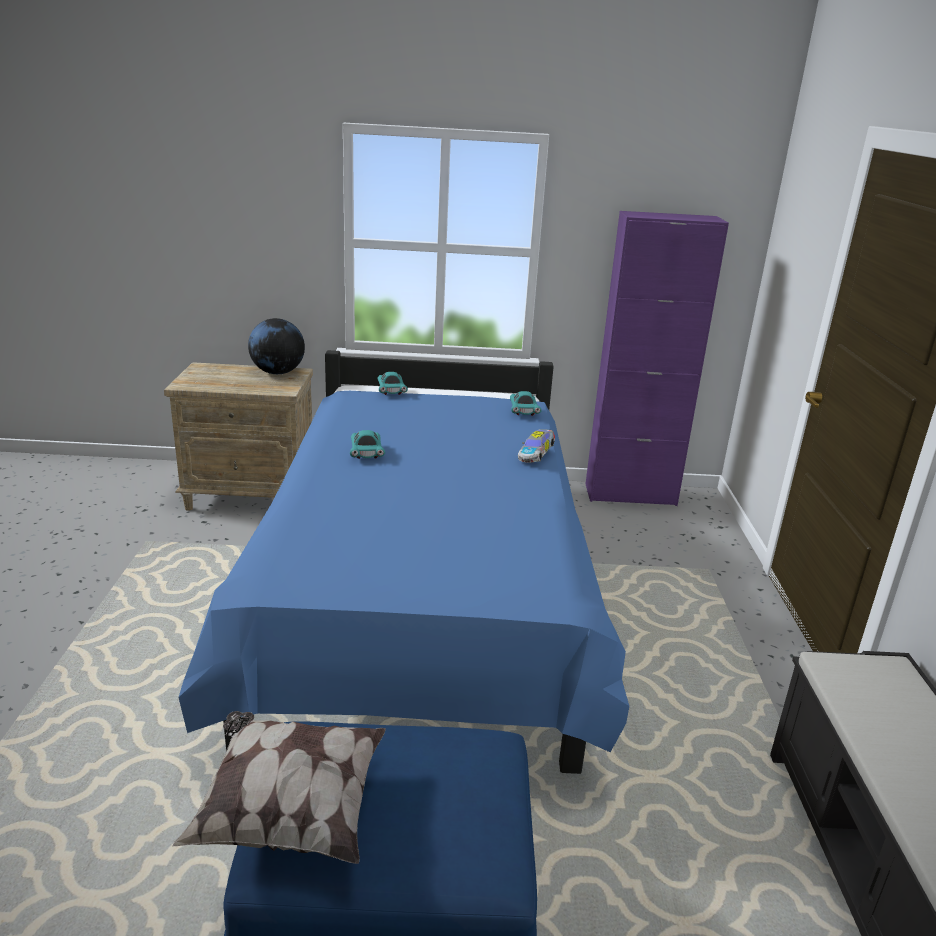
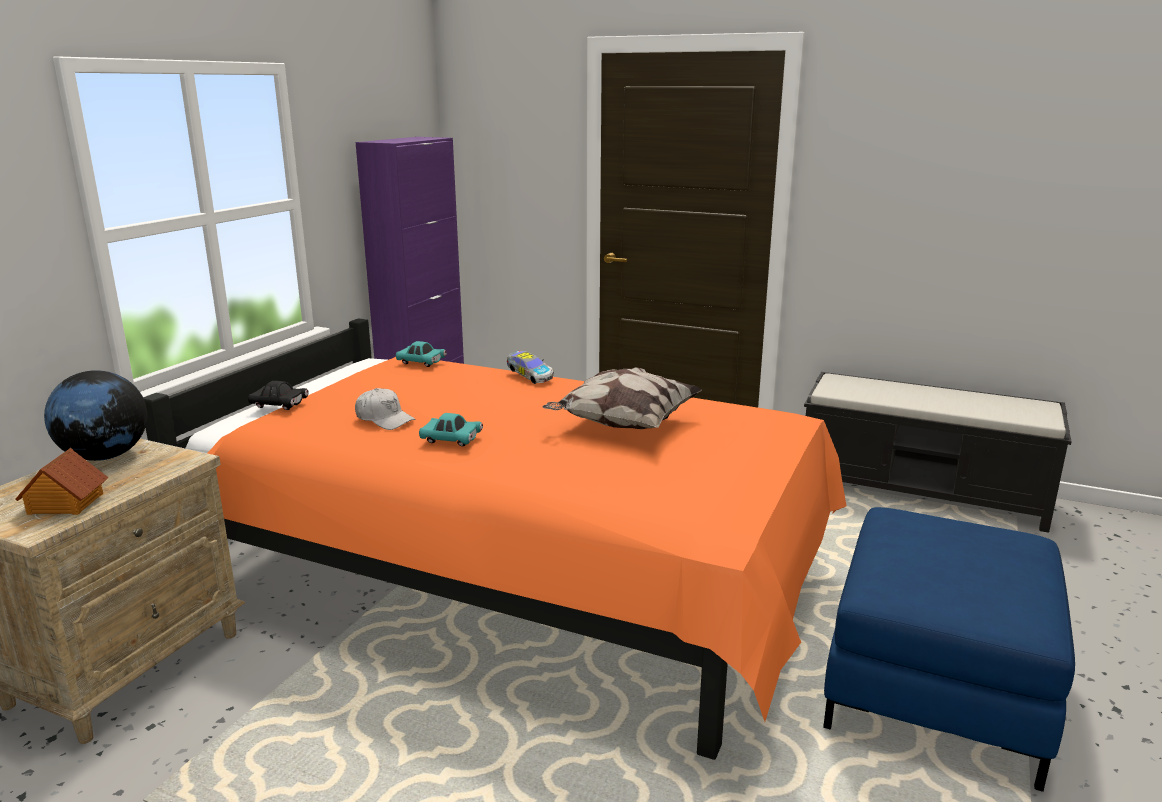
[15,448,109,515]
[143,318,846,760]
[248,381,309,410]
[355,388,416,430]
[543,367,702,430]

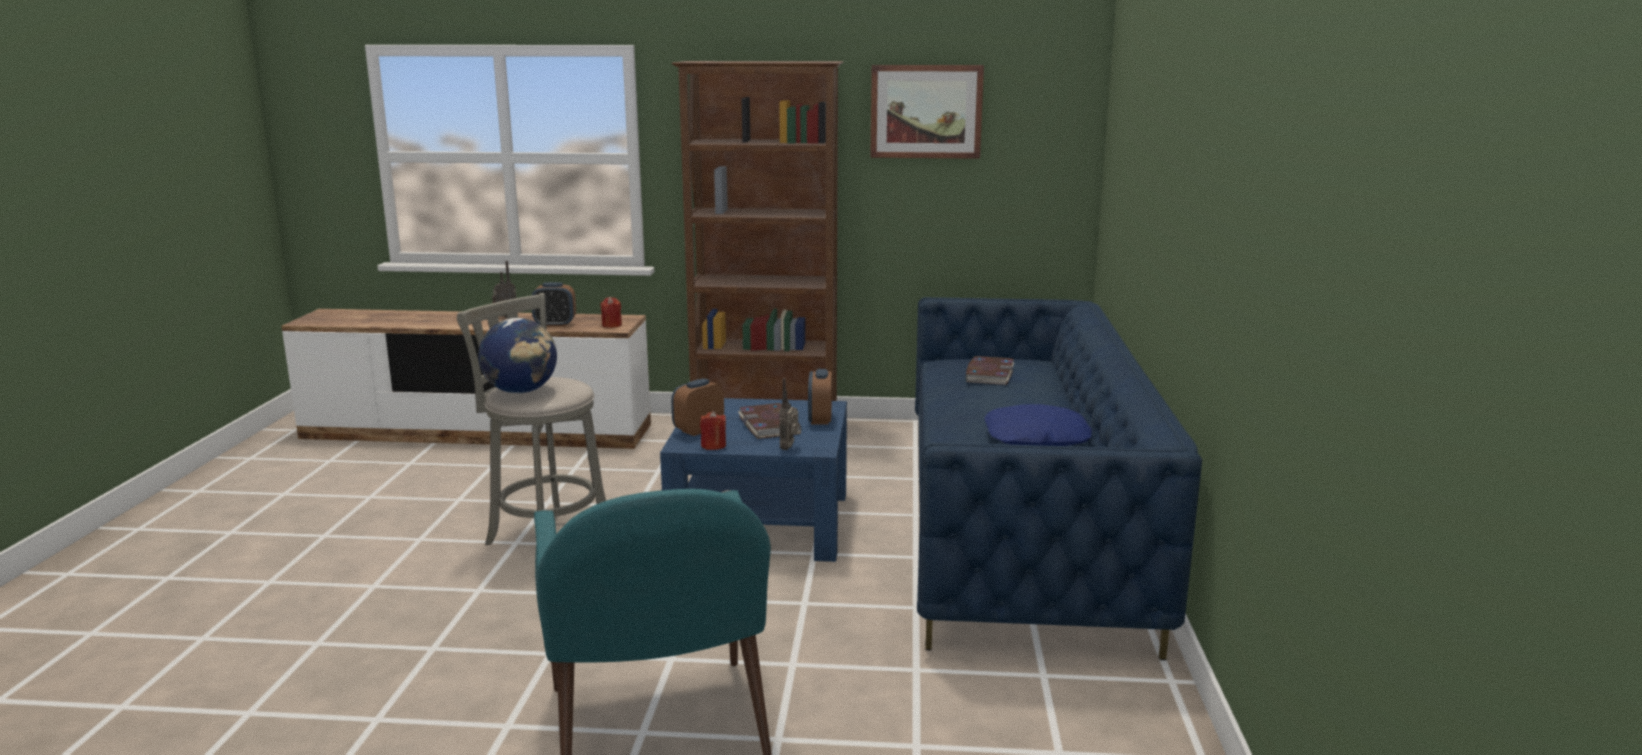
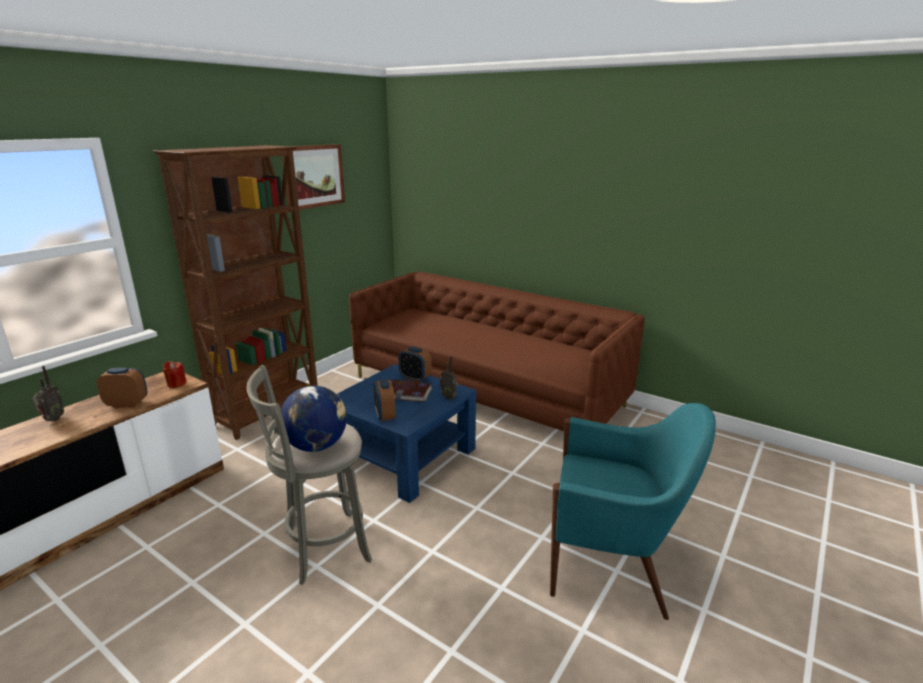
[97,368,147,408]
[349,272,645,431]
[700,411,726,450] (first image)
[966,356,1014,385] (first image)
[984,404,1092,446] (first image)

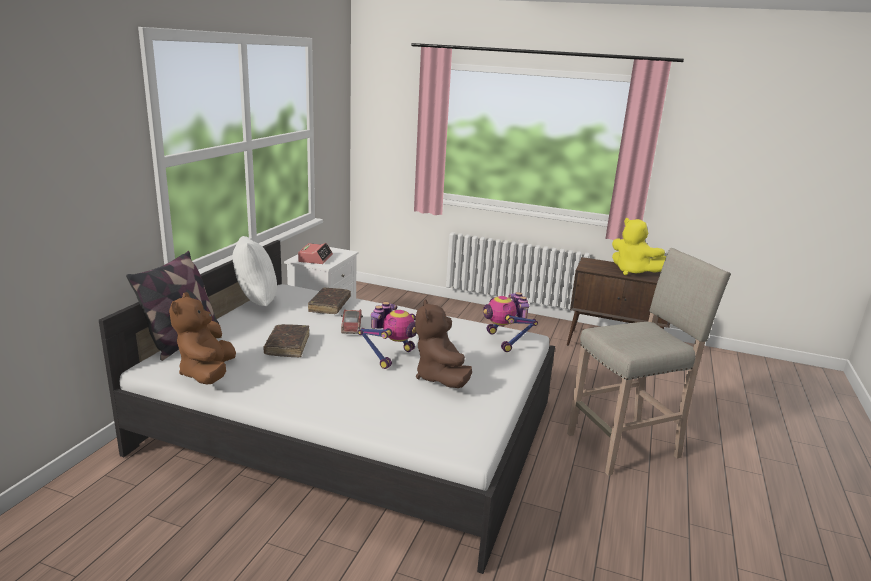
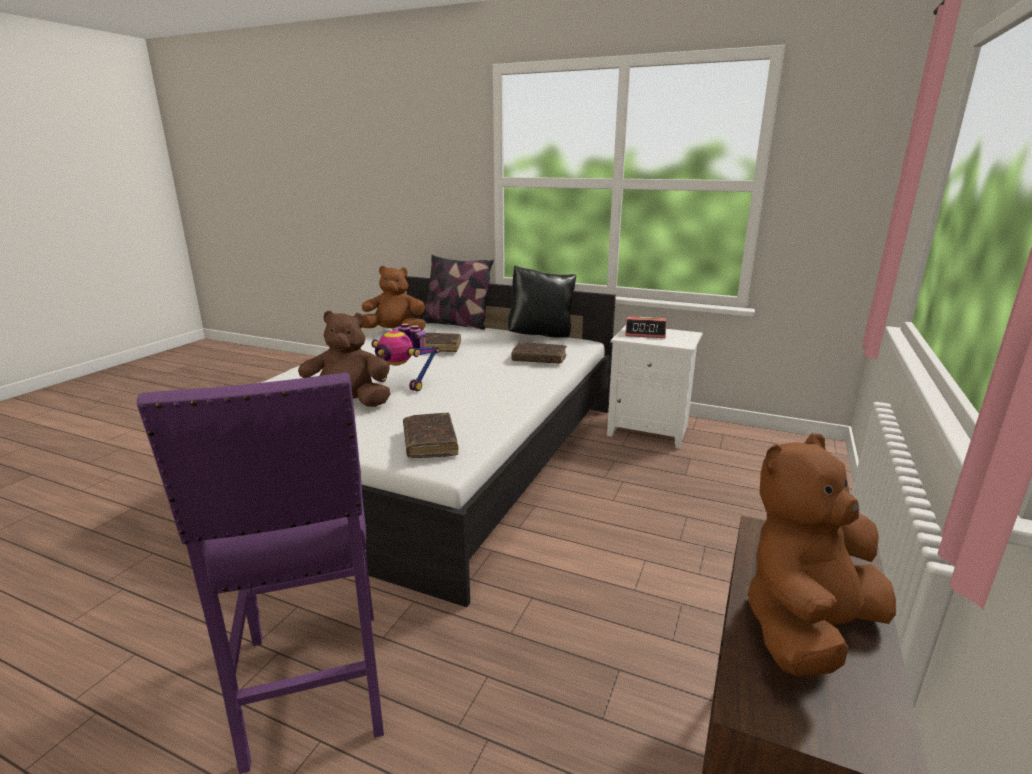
[137,373,384,774]
[403,413,459,458]
[508,265,576,338]
[747,433,896,676]
[341,309,363,334] (first image)

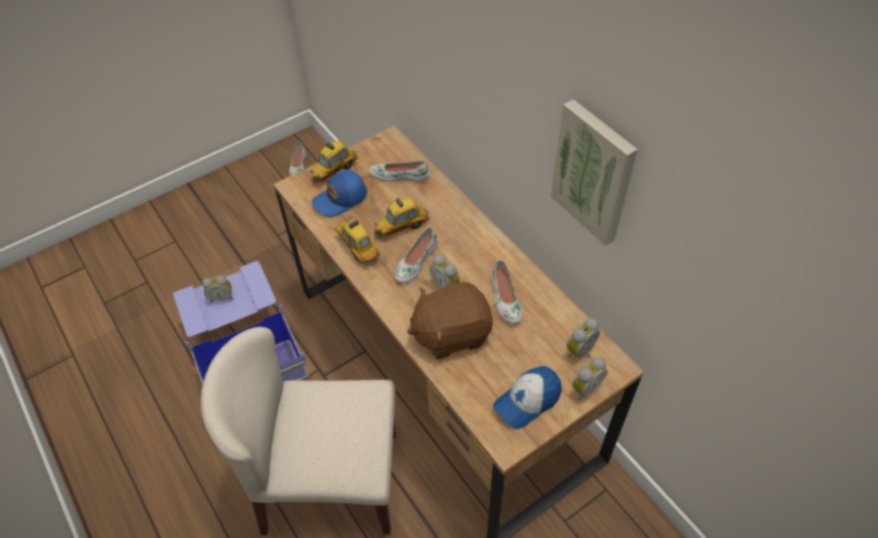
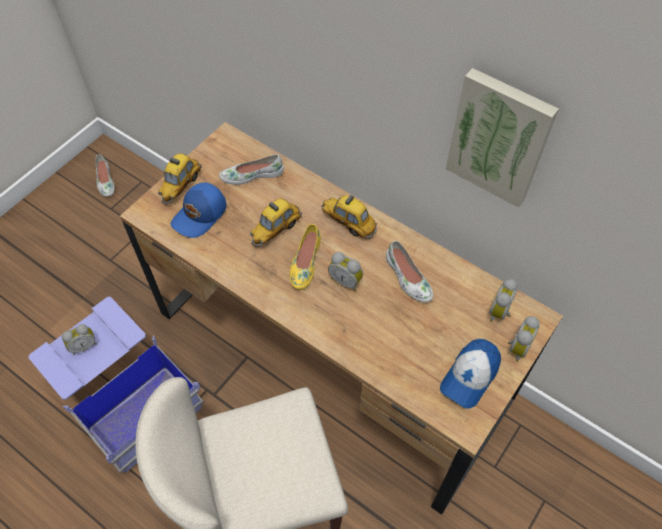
[290,224,321,290]
[321,195,377,240]
[407,282,493,359] (first image)

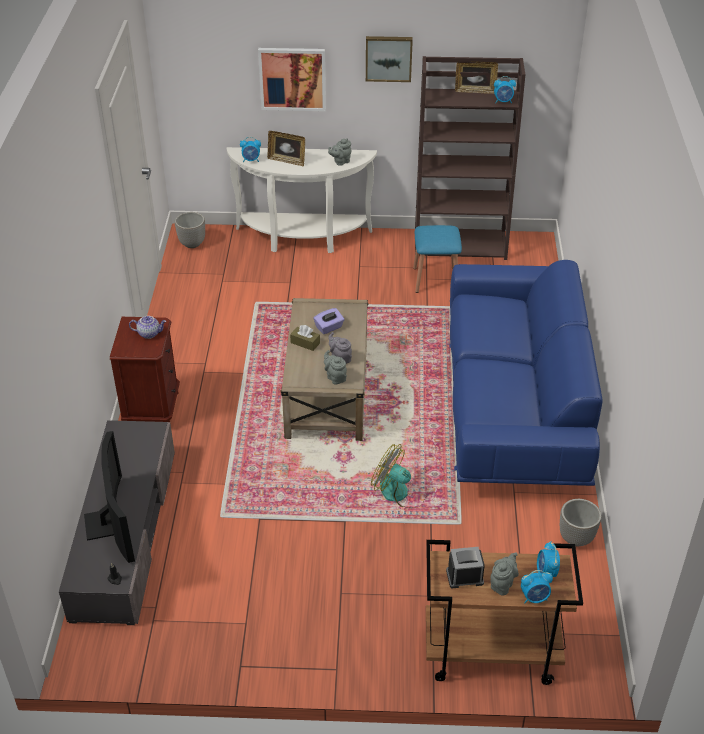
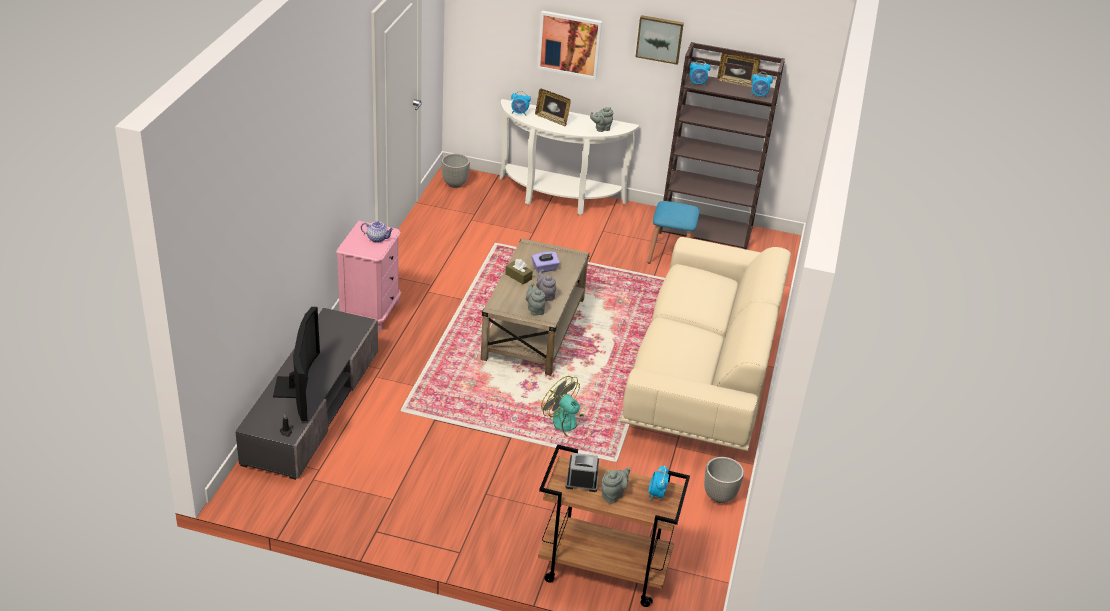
[336,221,401,332]
[621,237,791,451]
[690,60,711,86]

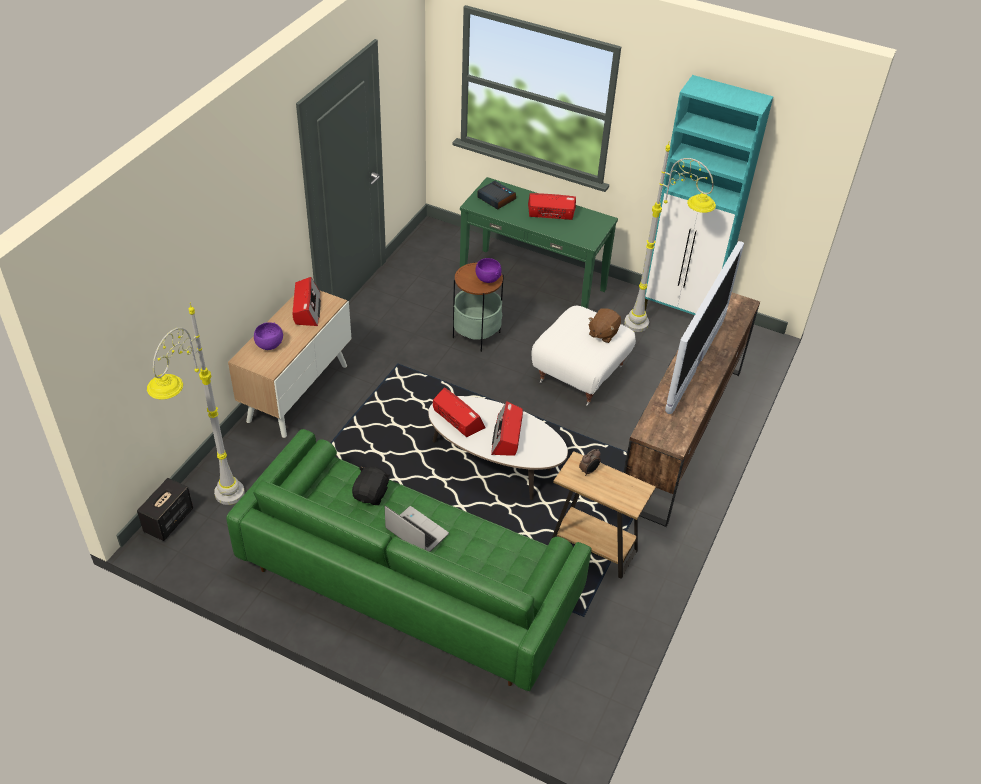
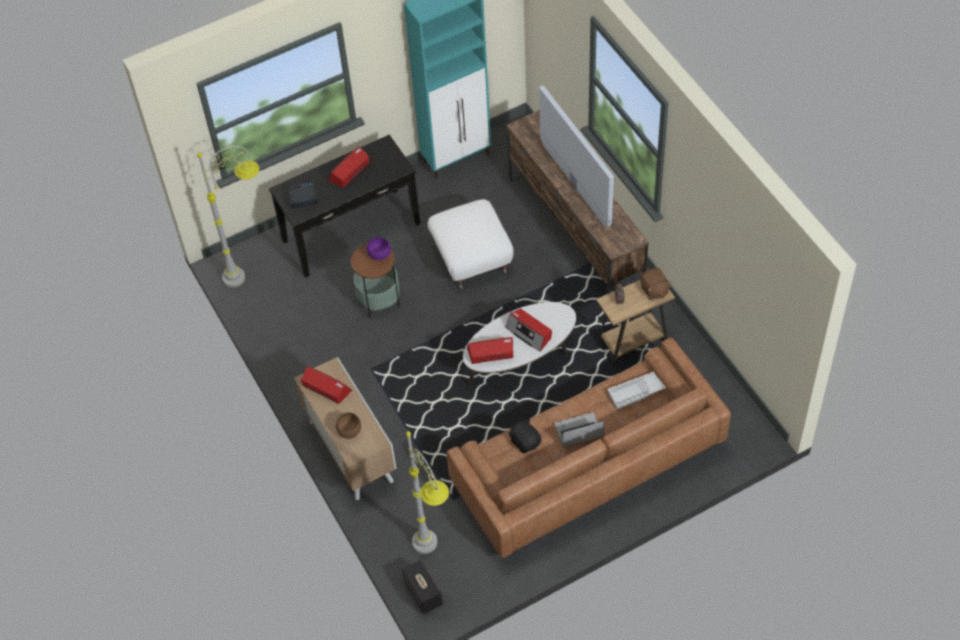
[197,146,259,287]
[269,135,420,278]
[336,412,361,439]
[446,338,731,558]
[607,372,666,409]
[640,268,671,300]

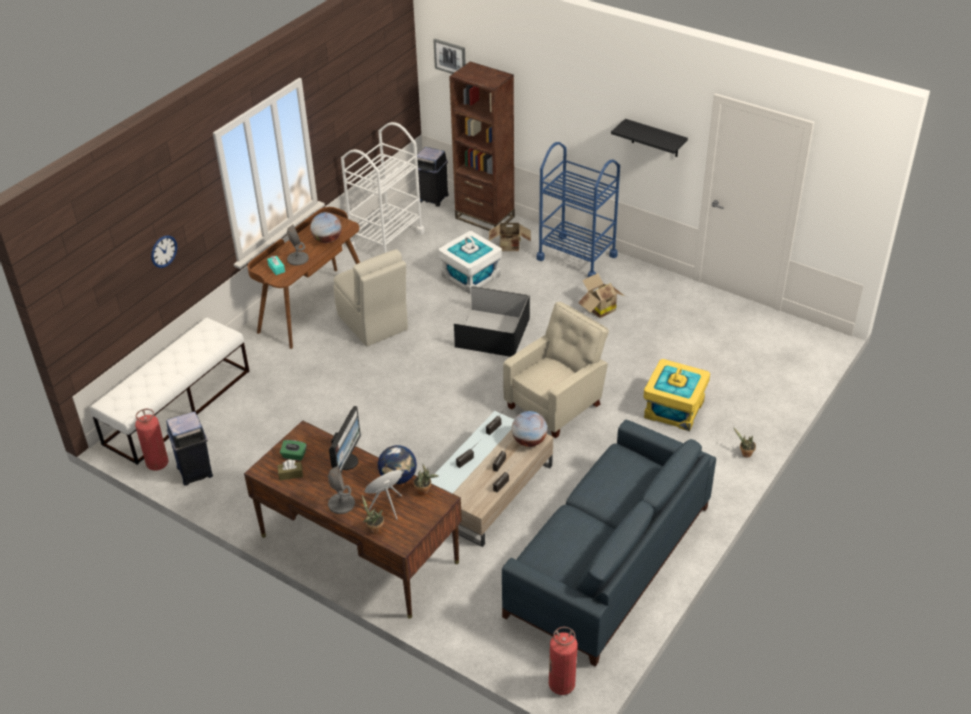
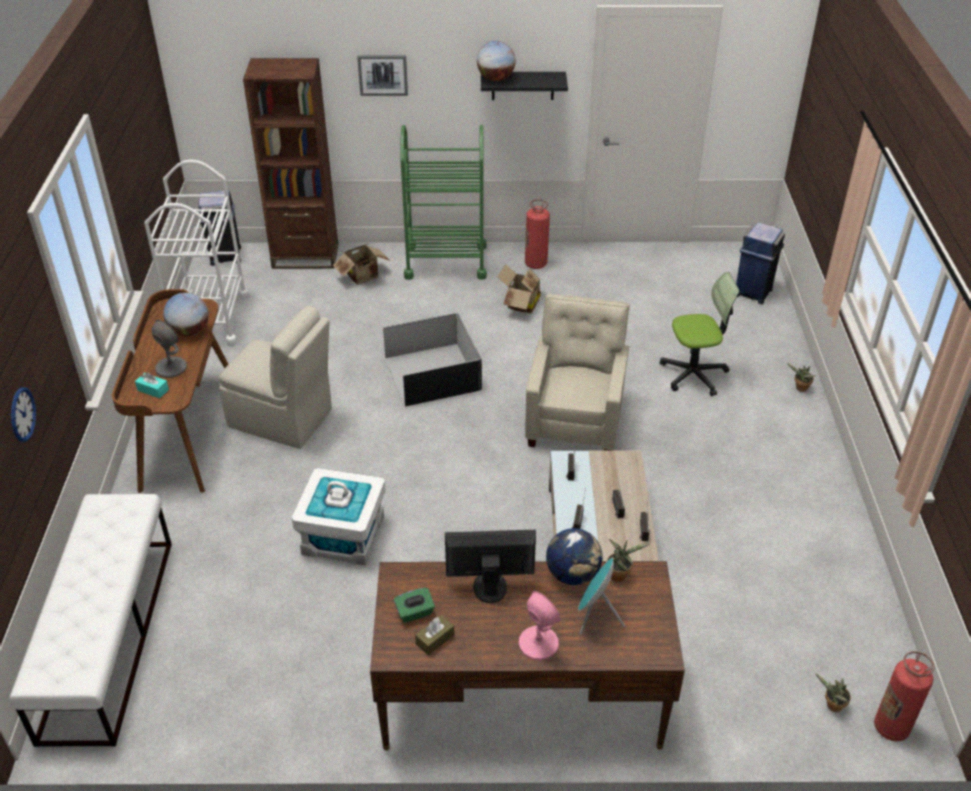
[292,468,386,565]
[357,55,408,96]
[400,125,487,280]
[445,530,536,603]
[477,41,515,81]
[518,591,561,660]
[525,199,550,269]
[660,272,739,396]
[736,222,785,304]
[815,673,851,712]
[502,420,716,667] (first image)

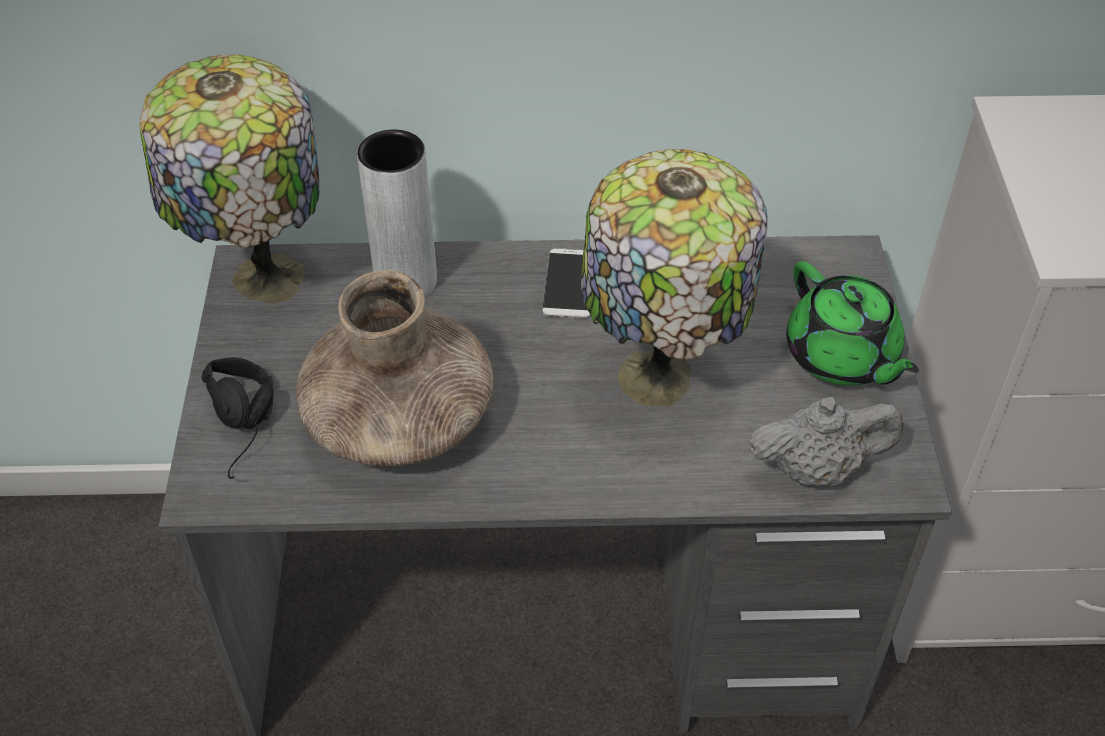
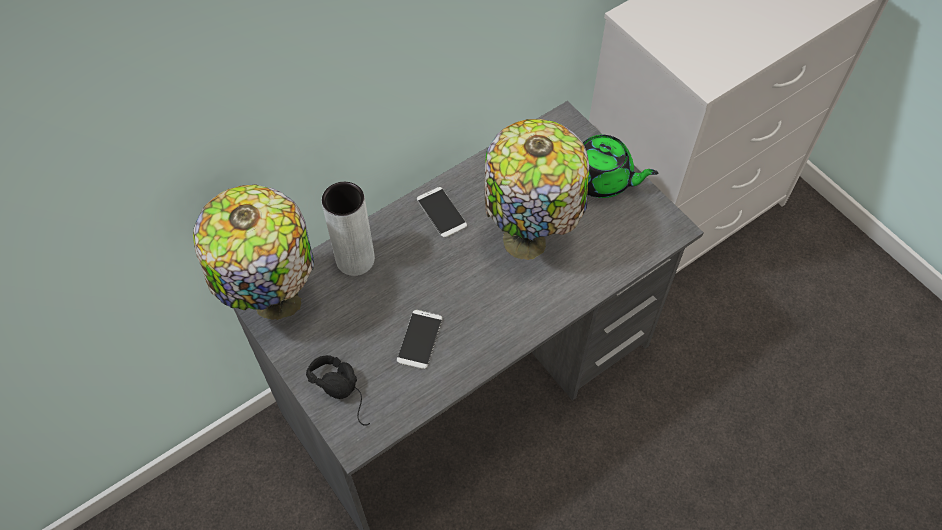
[397,310,442,369]
[749,397,903,486] (first image)

